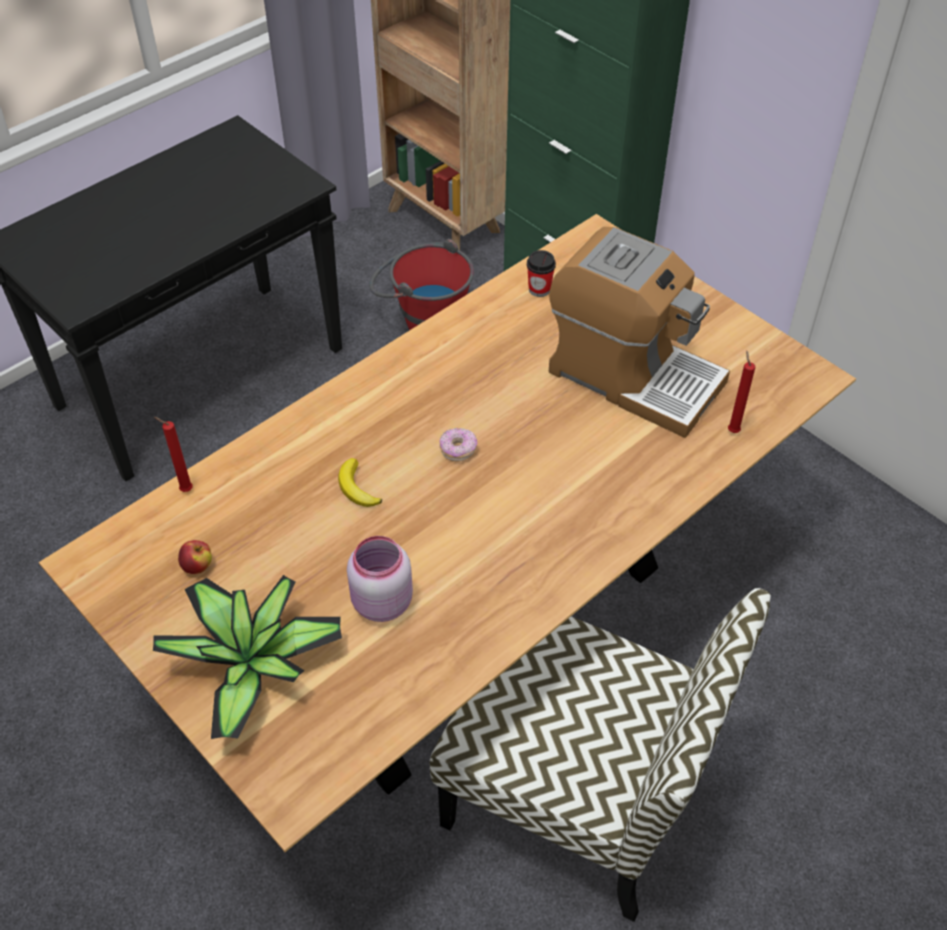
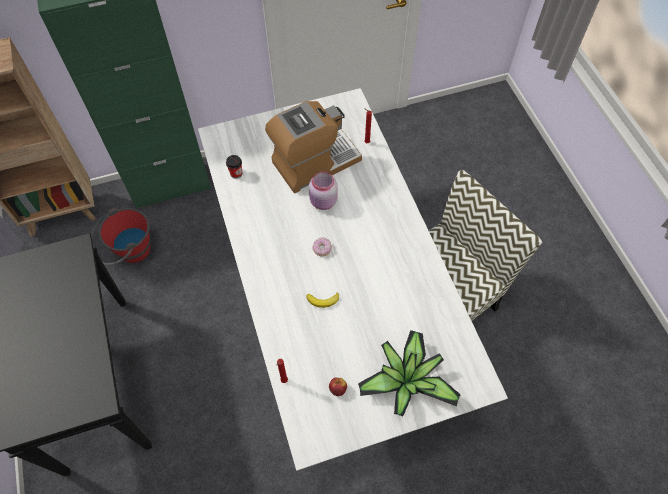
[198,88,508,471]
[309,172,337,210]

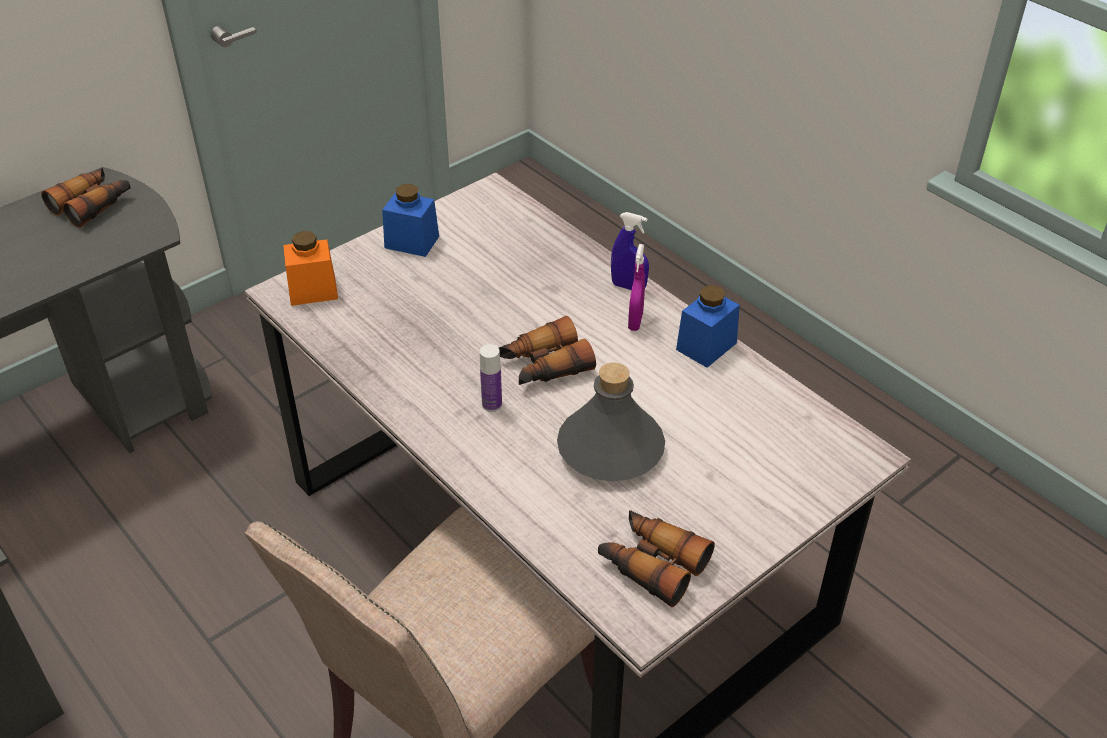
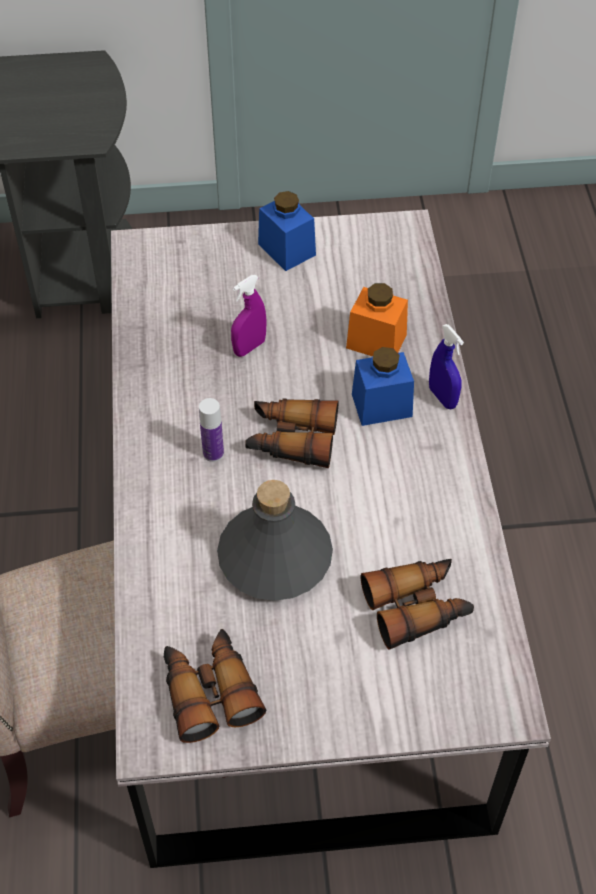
[231,275,267,357]
[346,283,408,356]
[352,347,414,426]
[361,559,474,650]

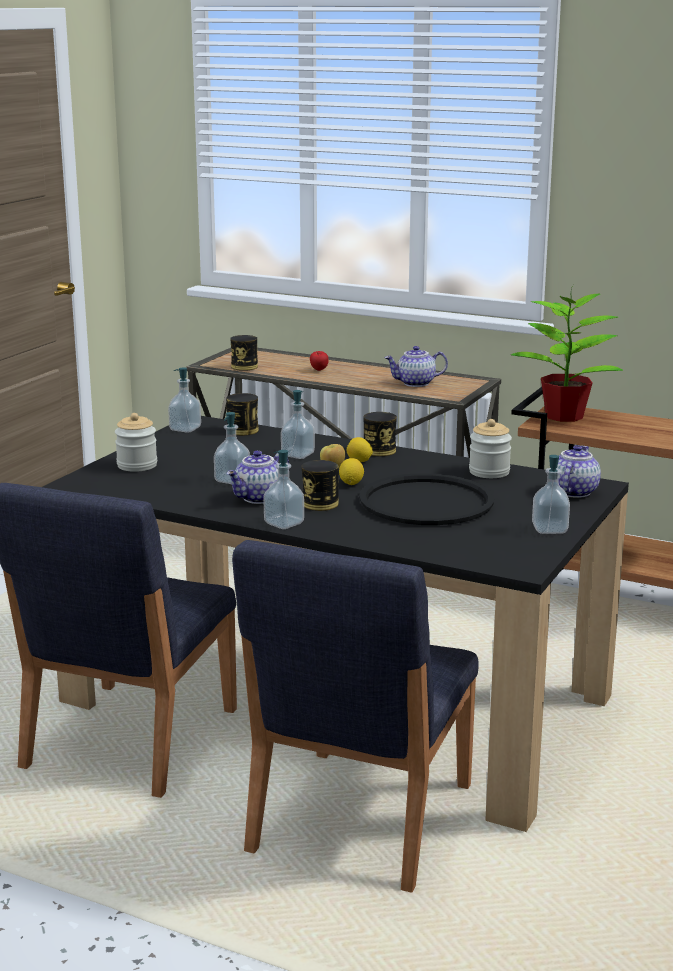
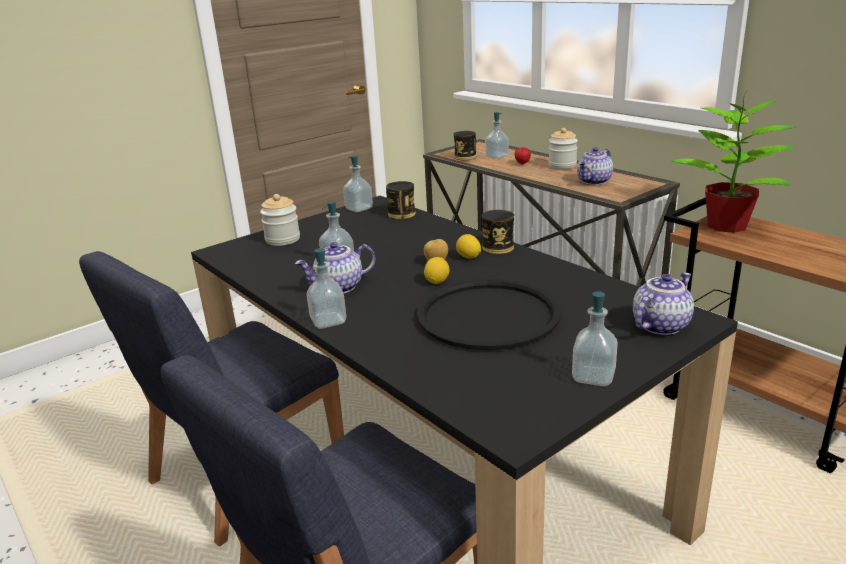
[485,112,509,159]
[548,128,578,169]
[577,147,613,185]
[301,460,339,511] (first image)

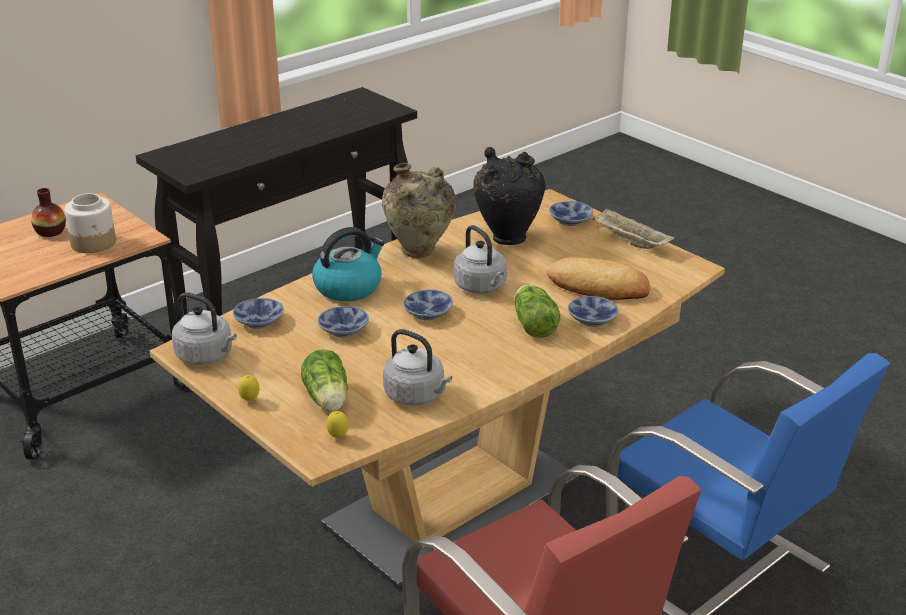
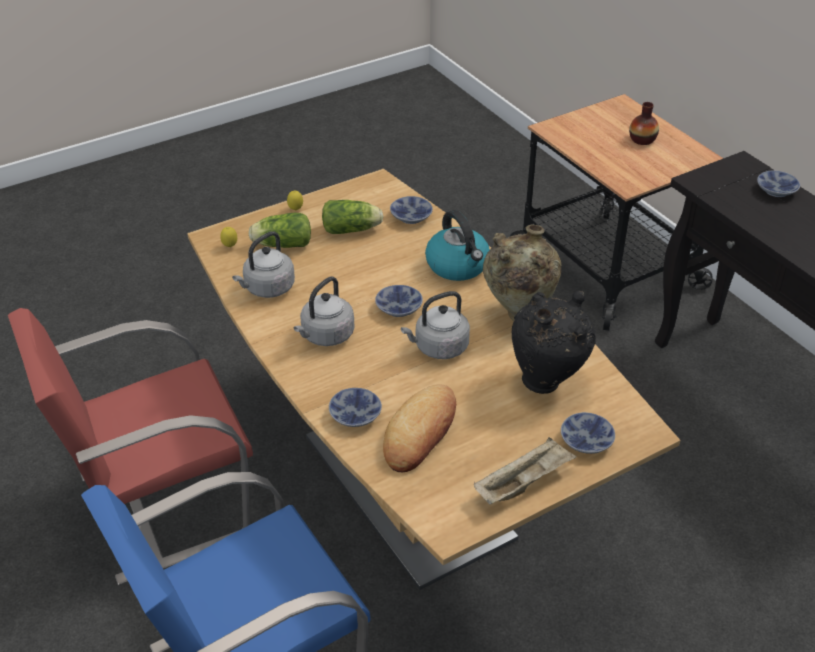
[294,276,354,346]
[322,200,383,234]
[757,171,800,197]
[64,193,116,253] (first image)

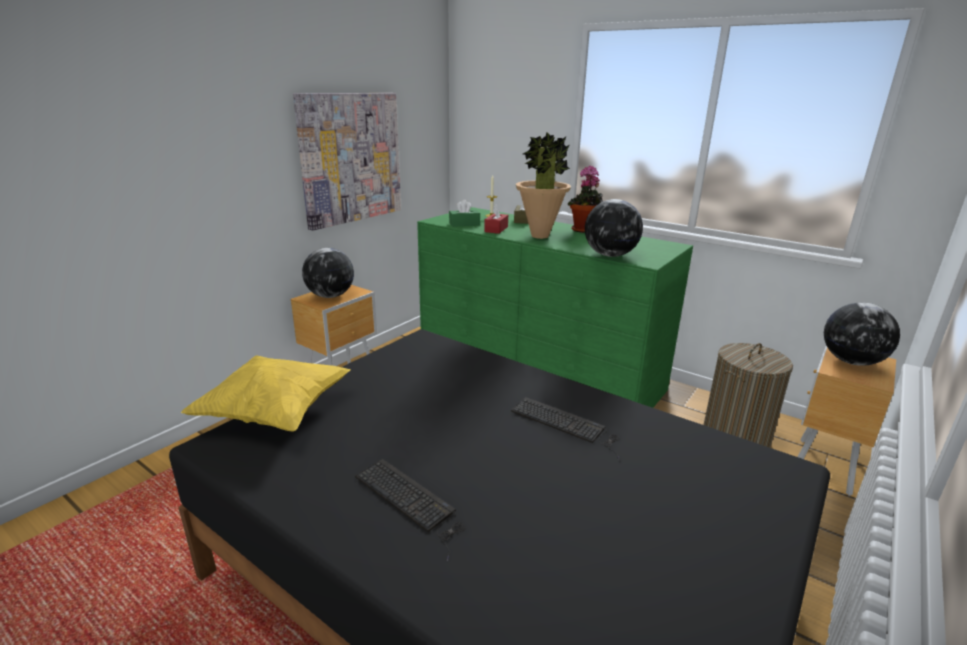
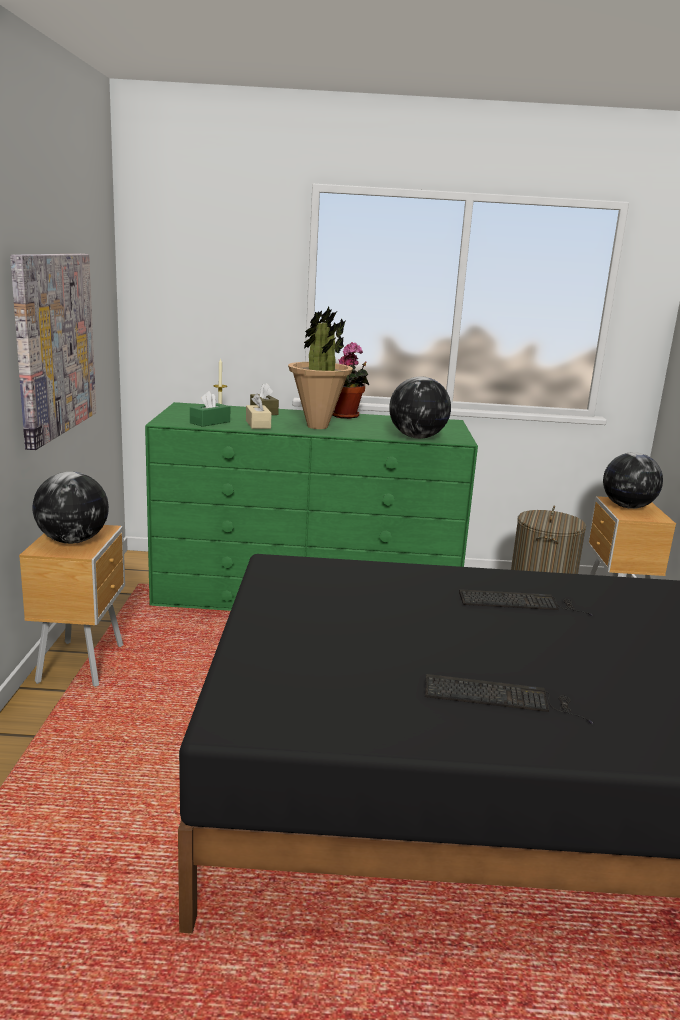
[246,393,272,429]
[181,355,351,432] (first image)

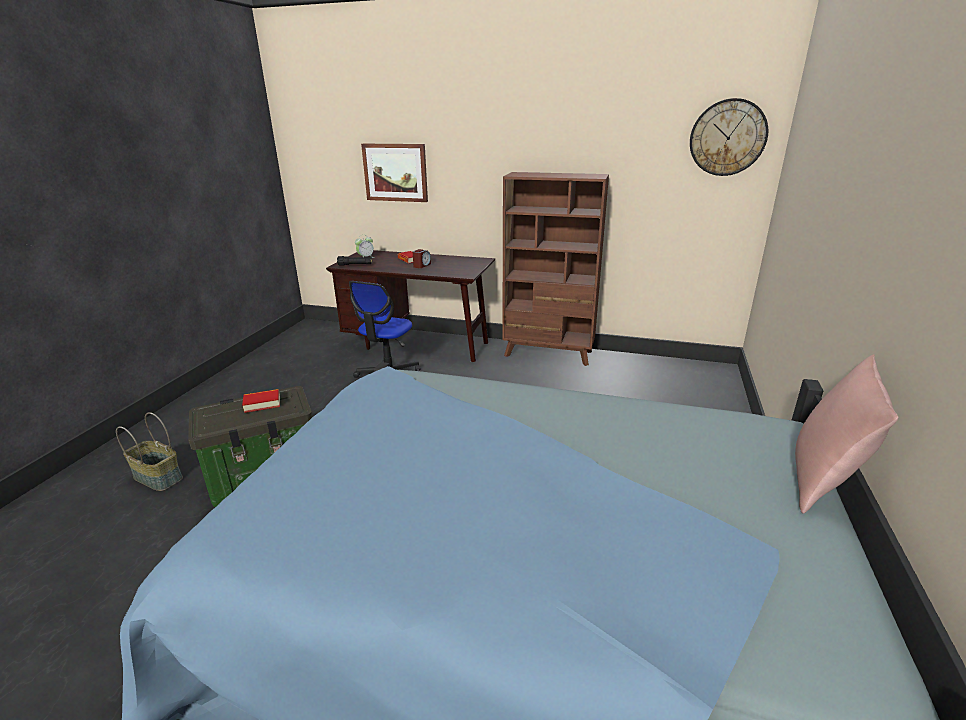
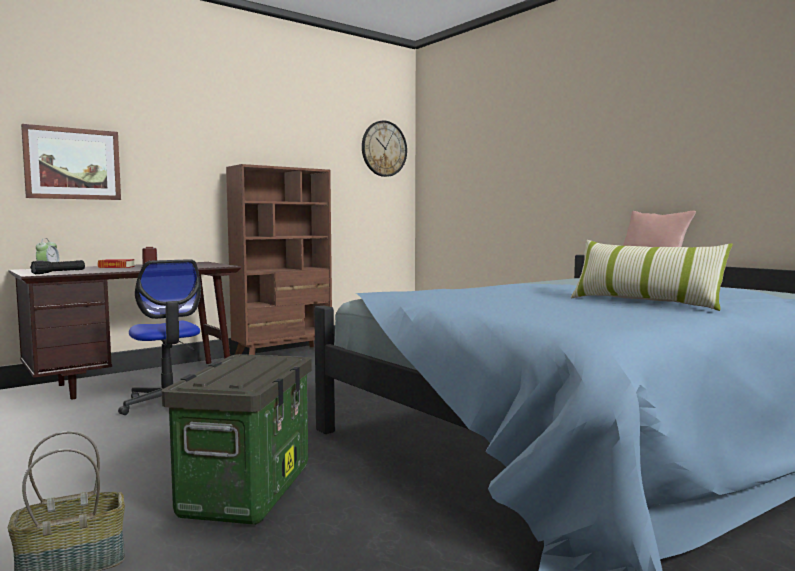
[571,240,733,311]
[242,389,280,413] (first image)

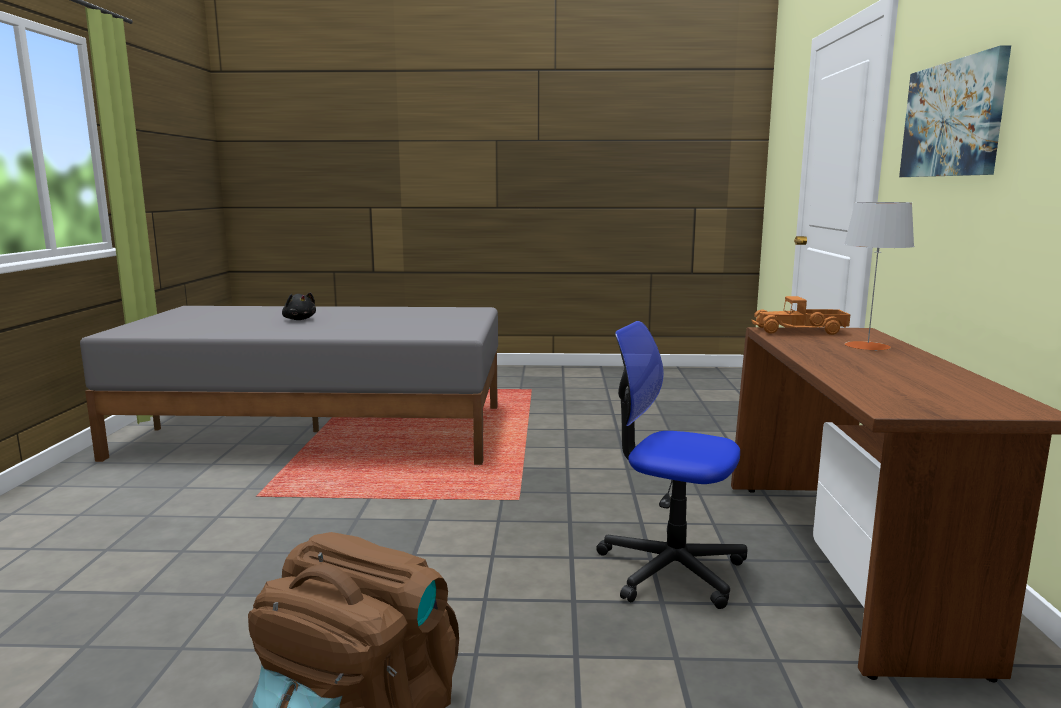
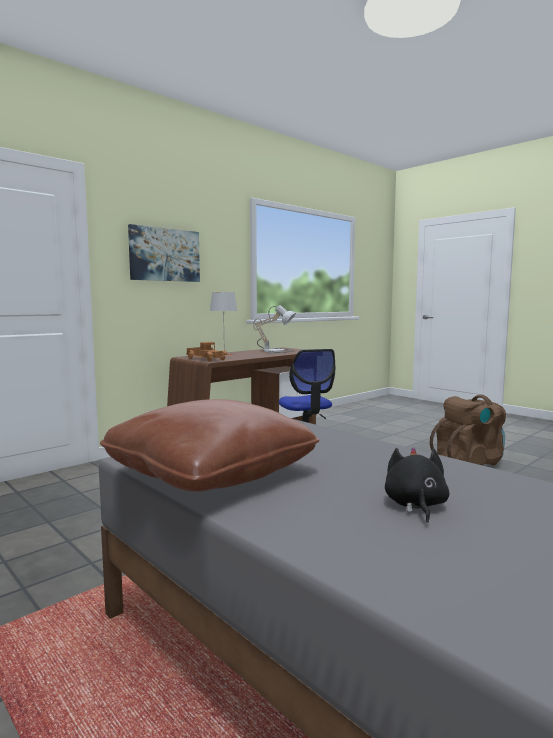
[100,399,319,492]
[253,305,296,353]

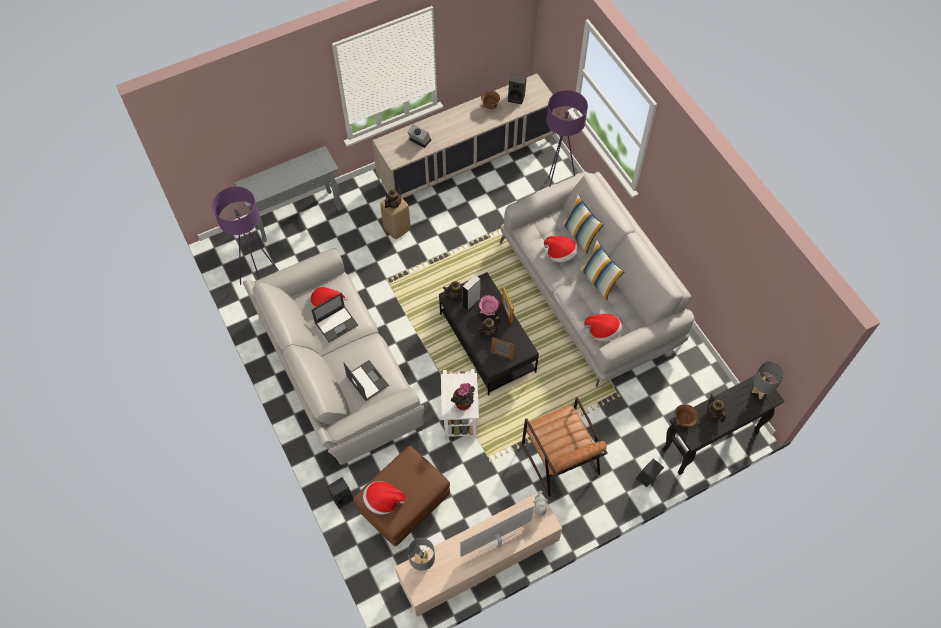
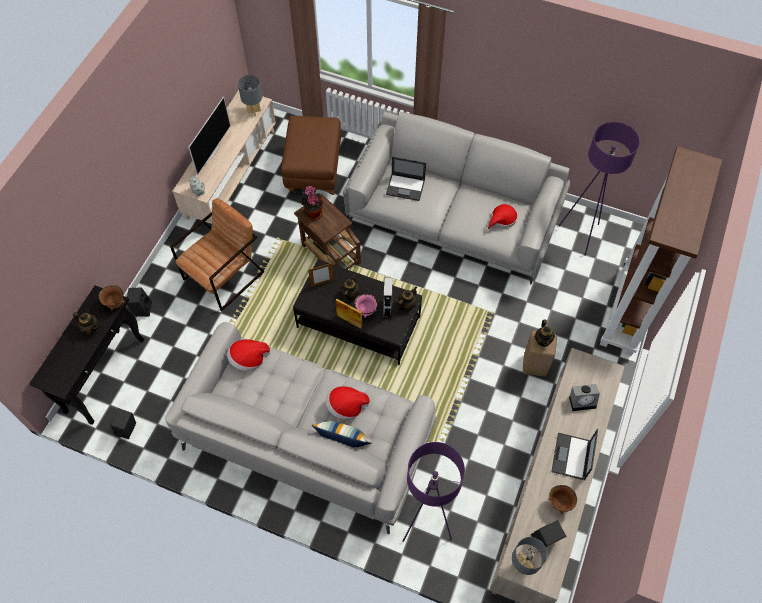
[110,408,136,439]
[170,198,264,311]
[294,194,361,270]
[512,537,547,575]
[551,429,598,480]
[600,146,722,356]
[363,481,405,515] (first image)
[580,240,624,301] (first image)

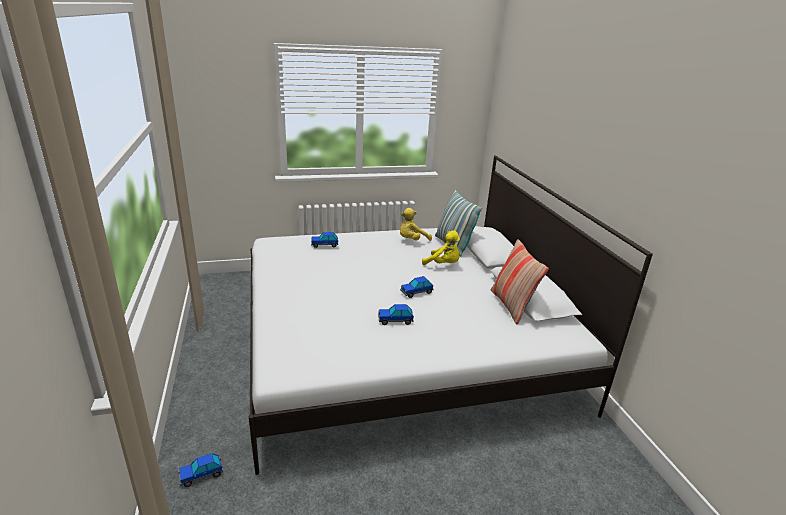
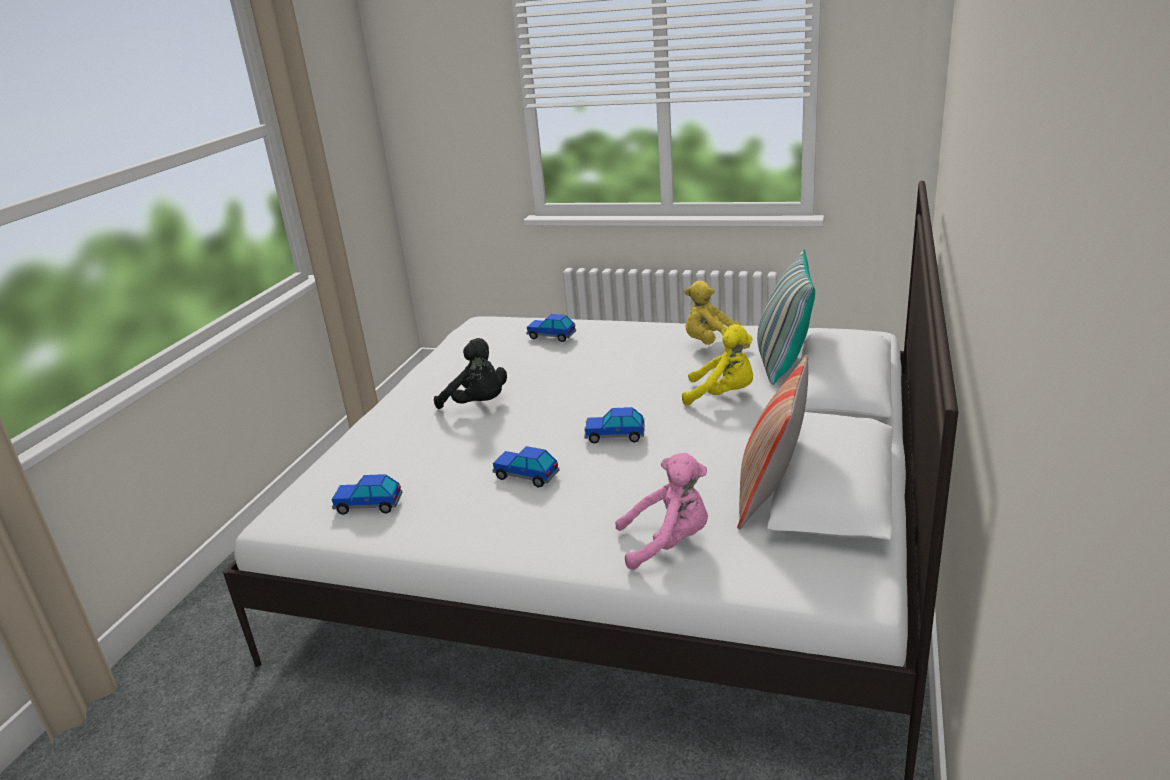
[331,474,403,515]
[434,338,507,409]
[615,453,708,570]
[682,324,753,406]

